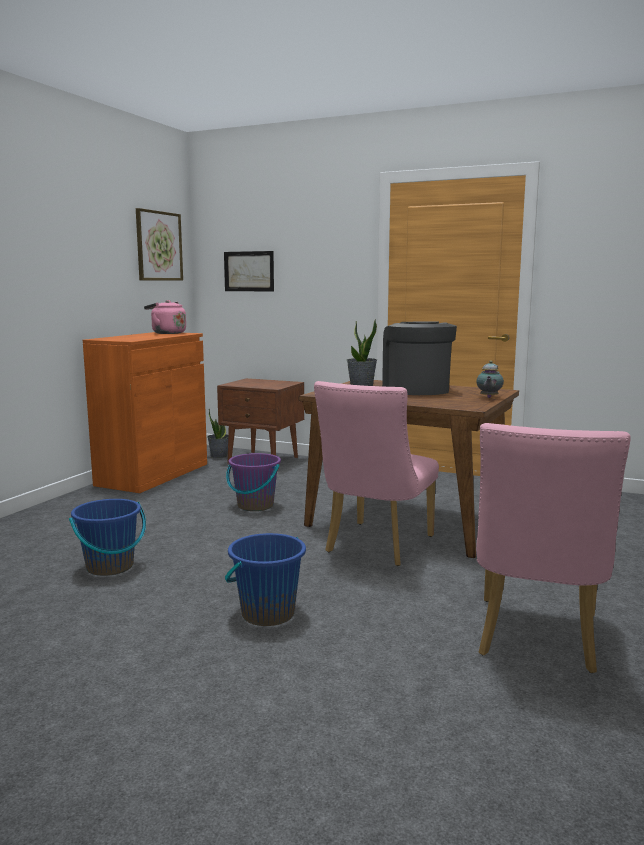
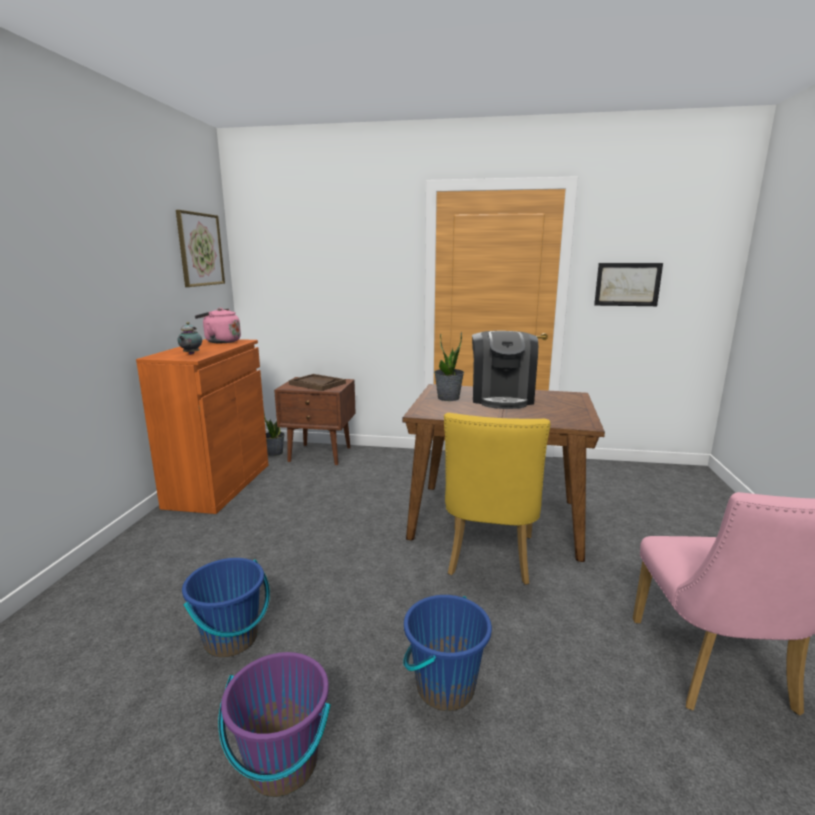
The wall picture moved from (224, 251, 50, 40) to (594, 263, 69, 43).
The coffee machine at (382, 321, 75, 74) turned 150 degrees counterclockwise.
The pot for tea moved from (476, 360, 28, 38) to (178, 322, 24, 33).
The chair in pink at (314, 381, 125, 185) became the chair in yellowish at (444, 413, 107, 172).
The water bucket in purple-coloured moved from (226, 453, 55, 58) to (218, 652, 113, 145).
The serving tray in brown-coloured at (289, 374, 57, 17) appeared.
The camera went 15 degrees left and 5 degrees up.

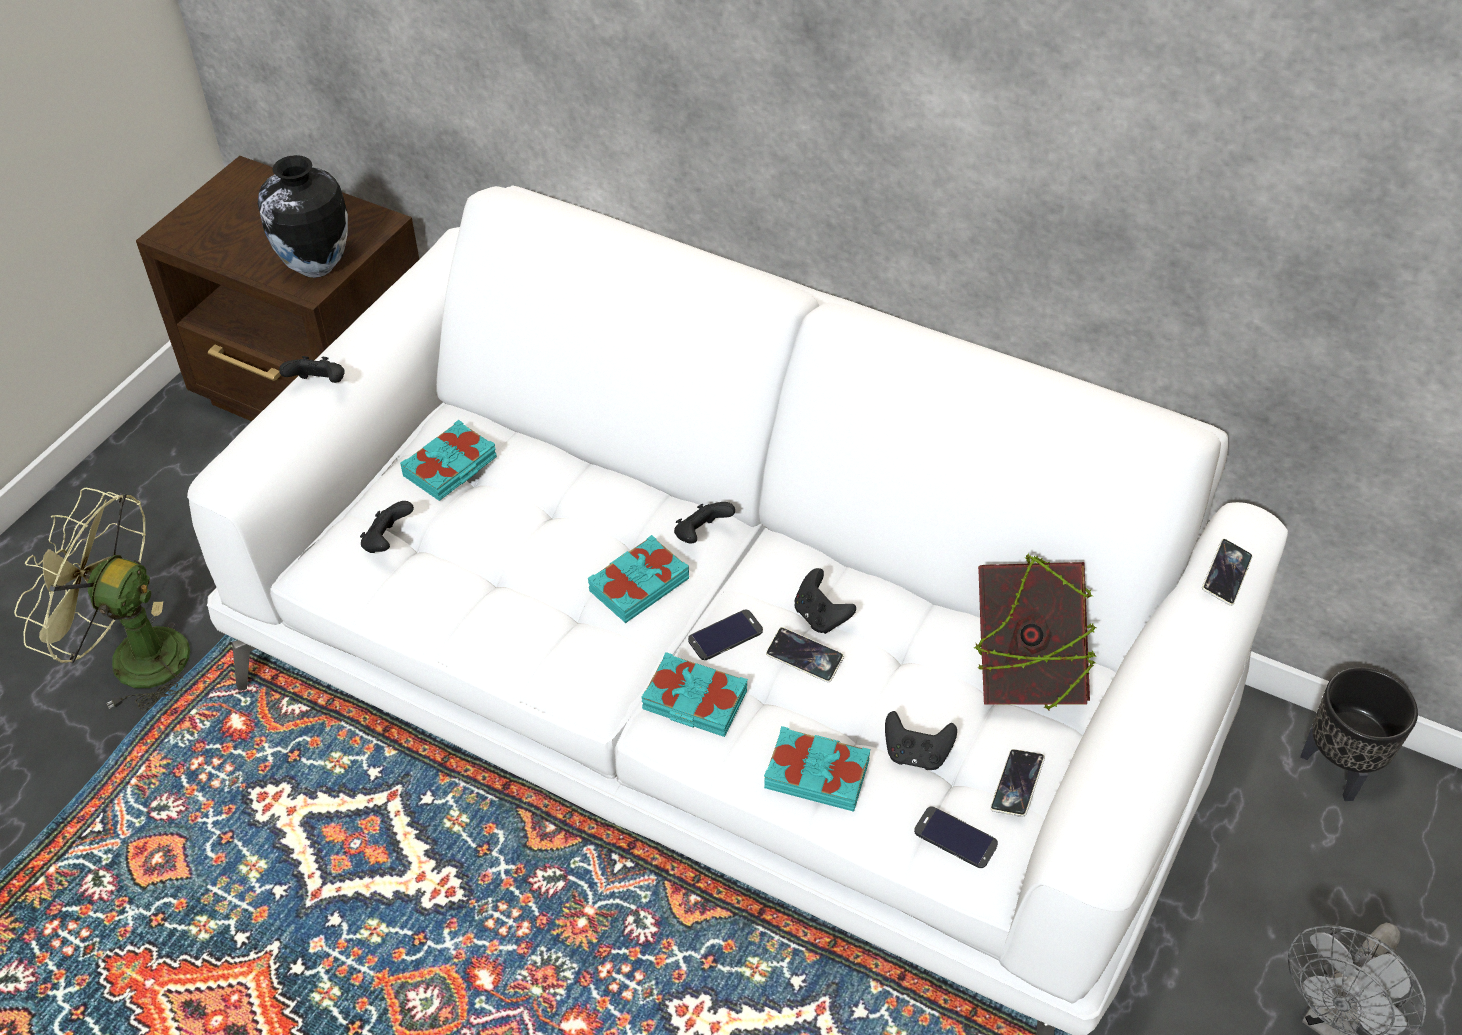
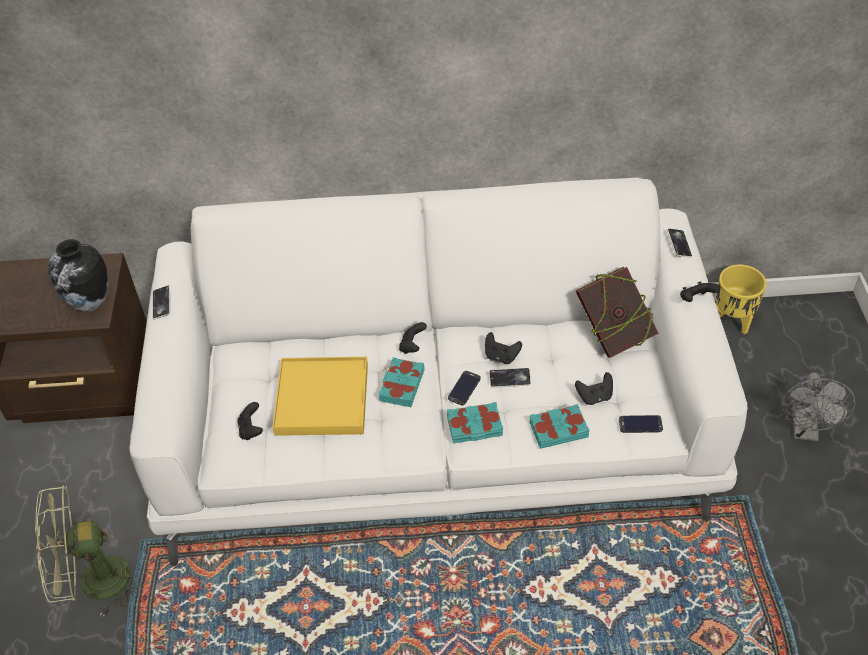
The game controller in black-coloured moved from (279, 356, 66, 27) to (680, 281, 40, 21).
The bound book in turquoise at (400, 420, 97, 81) disappeared.
The plant pot in black-coloured at (1300, 667, 118, 134) became the plant pot in yellowish at (716, 264, 51, 71).
The handset moved from (990, 749, 55, 68) to (152, 285, 18, 35).
The serving tray in yellowish at (273, 357, 95, 79) appeared.
The camera went 30 degrees left and 0 degrees up.

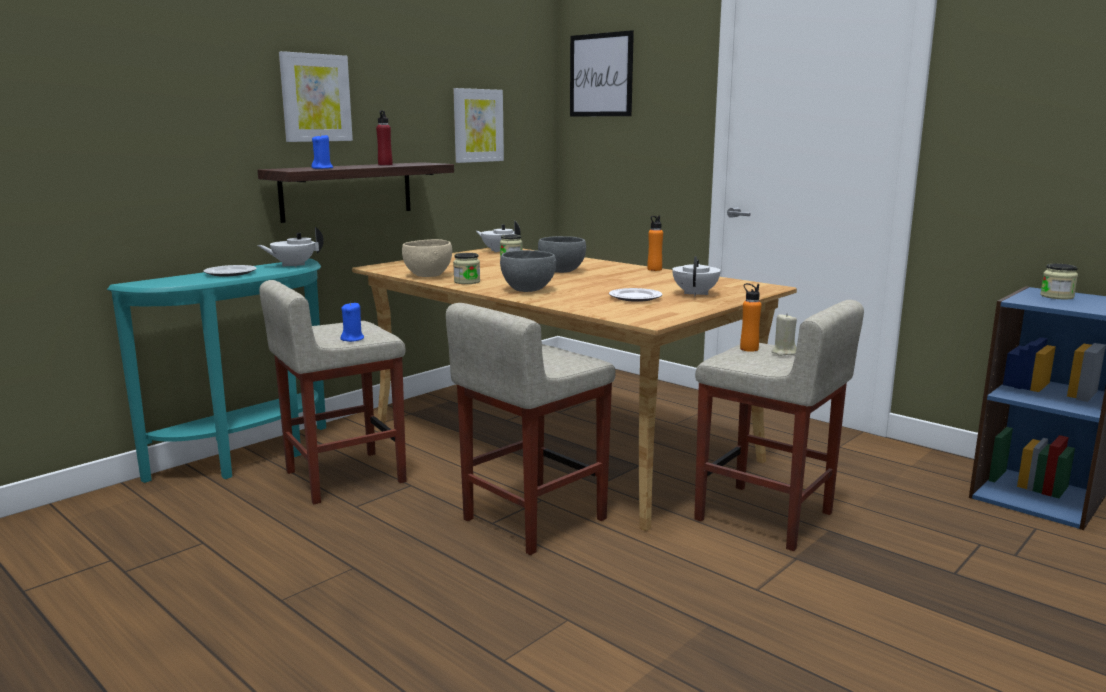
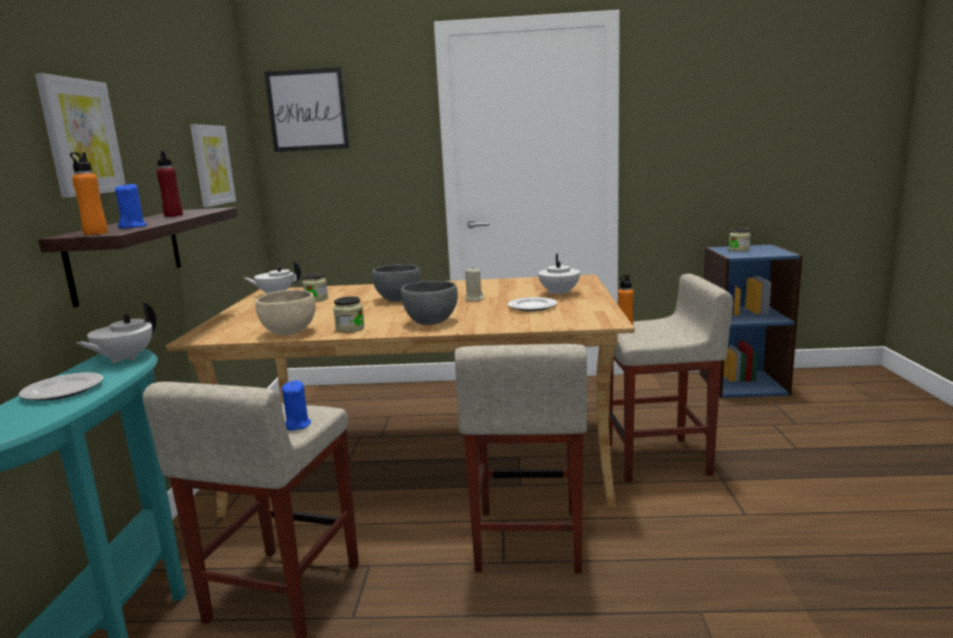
The drink bottle in orangey moved from (647, 215, 16, 56) to (70, 152, 38, 83).
The pot for tea in whitish at (672, 256, 49, 40) turned 150 degrees counterclockwise.
The wax candle in sand-coloured moved from (771, 314, 26, 42) to (465, 269, 19, 33).
The camera went 40 degrees left and 0 degrees up.

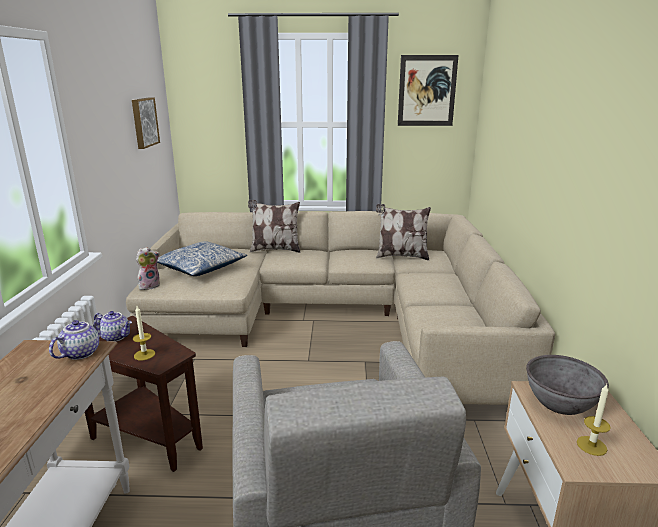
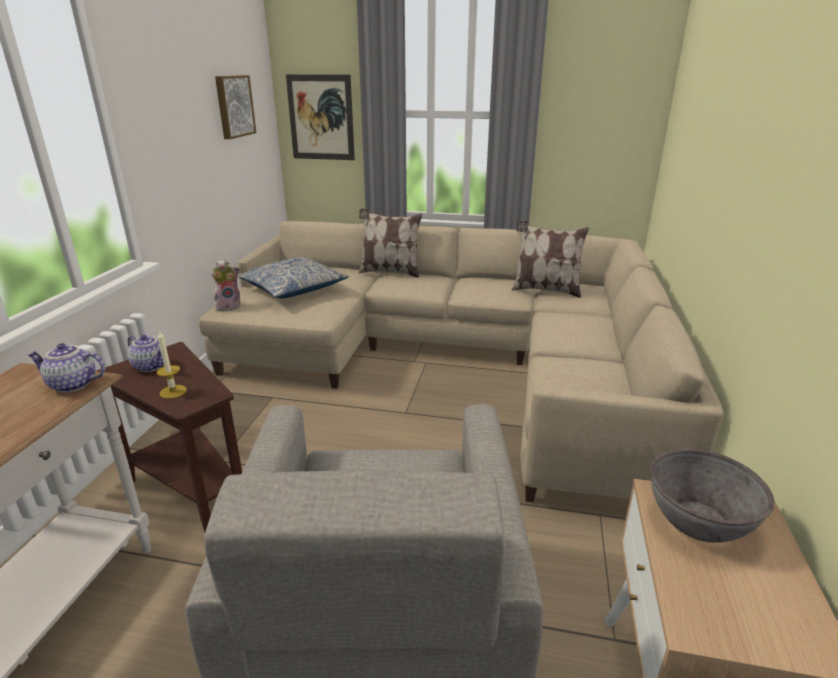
The wall picture moved from (398, 55, 61, 71) to (286, 74, 69, 86).
The pot for tea at (49, 316, 53, 44) turned 120 degrees counterclockwise.
The wax candle at (577, 384, 34, 72) disappeared.
The camera went 10 degrees right and 5 degrees up.

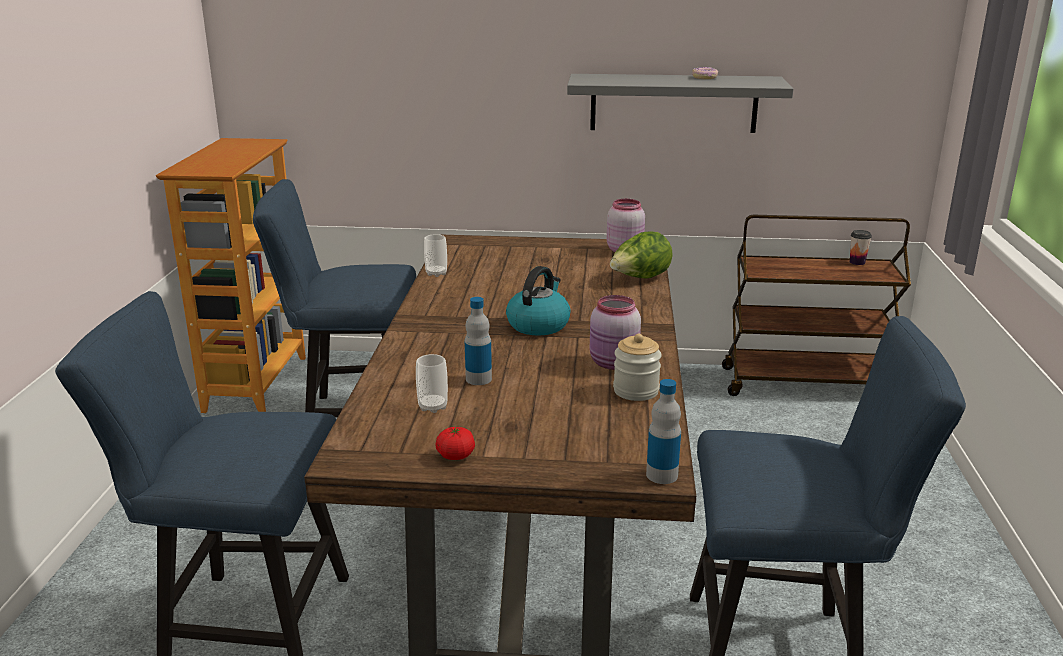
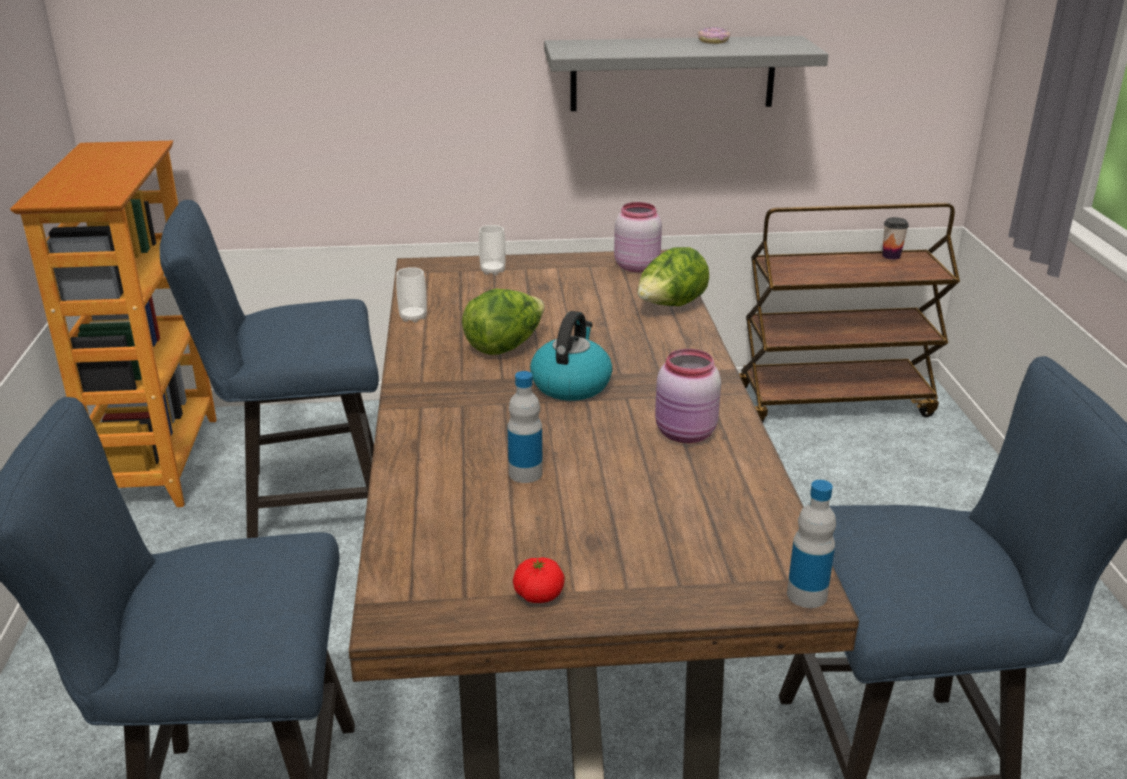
The storage jar at (613, 334, 49, 67) disappeared.
The small cup moved from (416, 354, 32, 59) to (479, 225, 27, 50).
The lettuce head at (462, 289, 83, 66) appeared.
The camera went 10 degrees left and 5 degrees up.

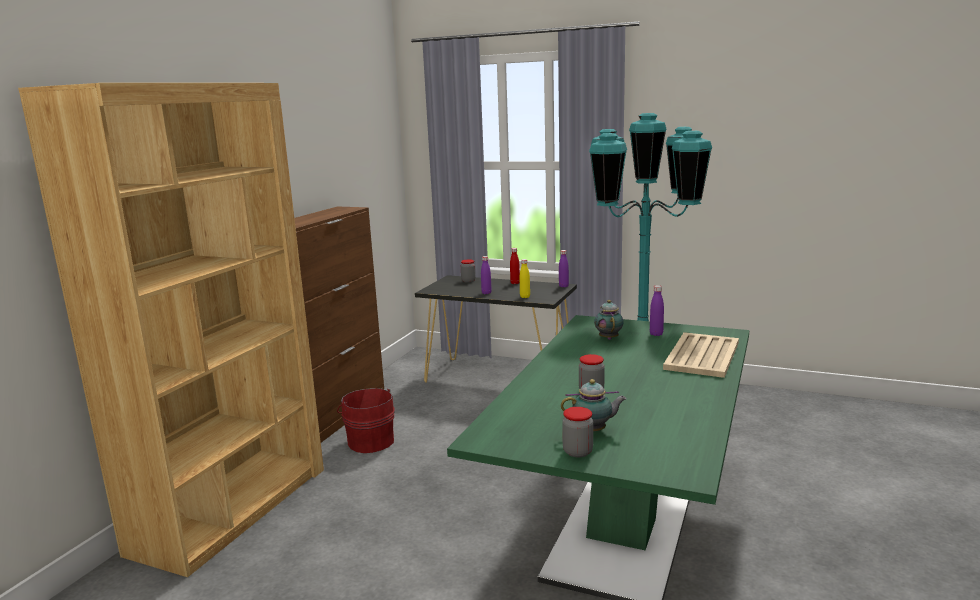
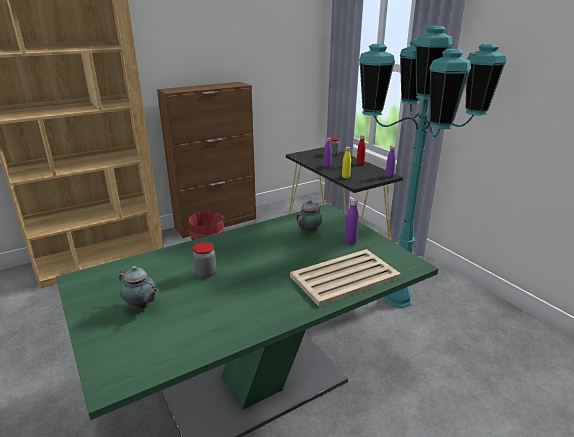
The storage jar at (562, 407, 31, 50) disappeared.
The camera went 35 degrees right and 10 degrees up.

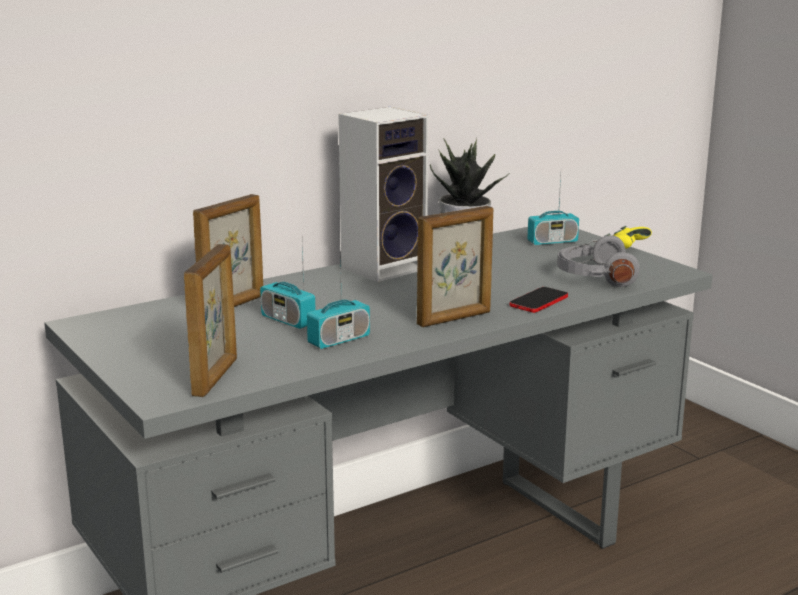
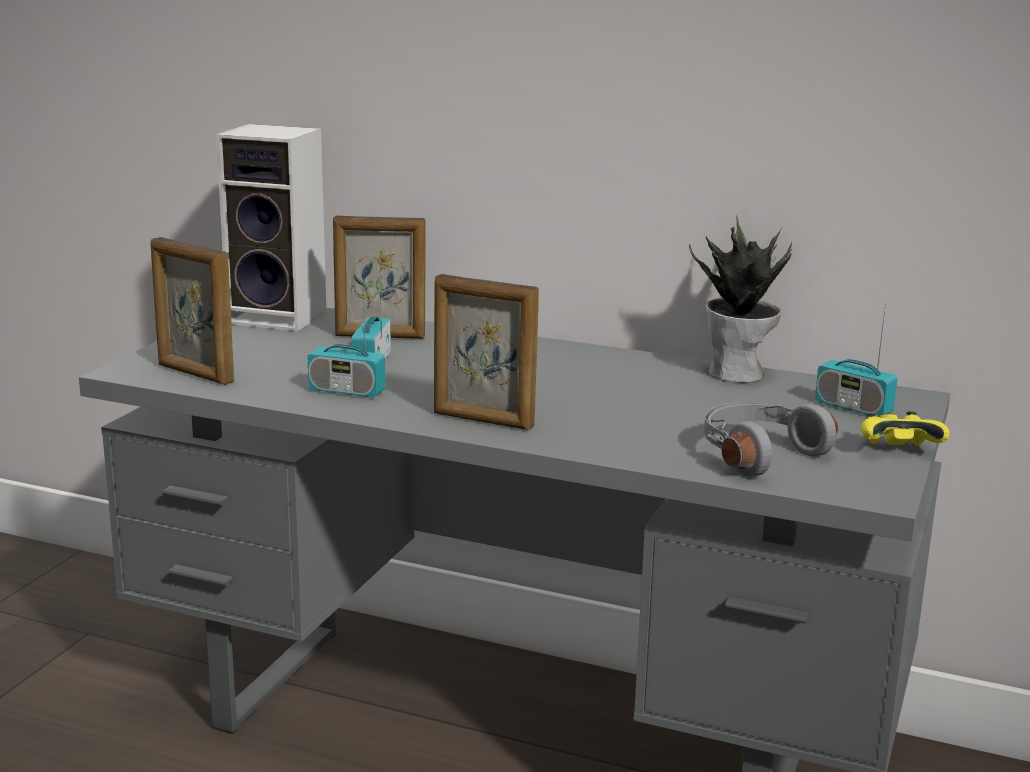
The audio speaker moved from (338, 107, 90, 175) to (216, 124, 110, 207).
The picture frame at (184, 244, 53, 153) turned 60 degrees clockwise.
The handset at (510, 287, 58, 26) disappeared.
The camera went 55 degrees right and 0 degrees up.

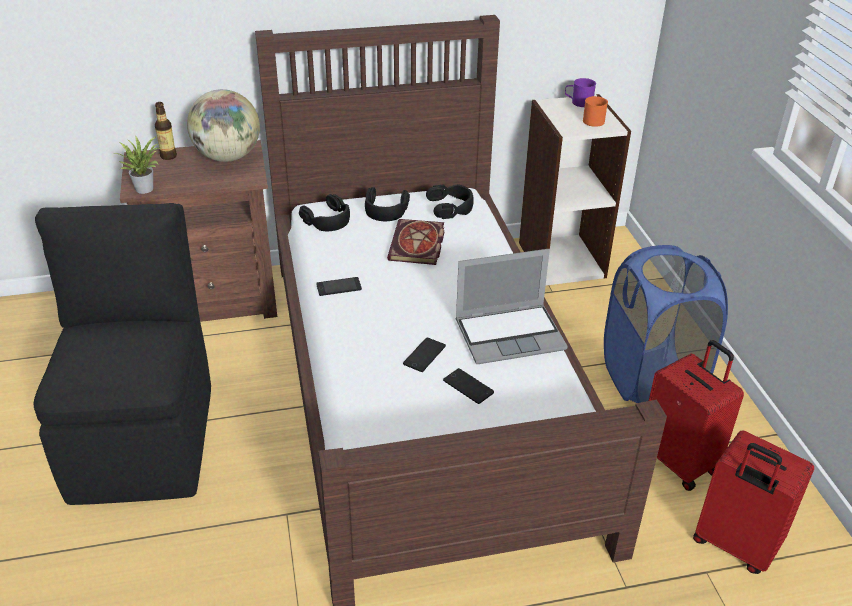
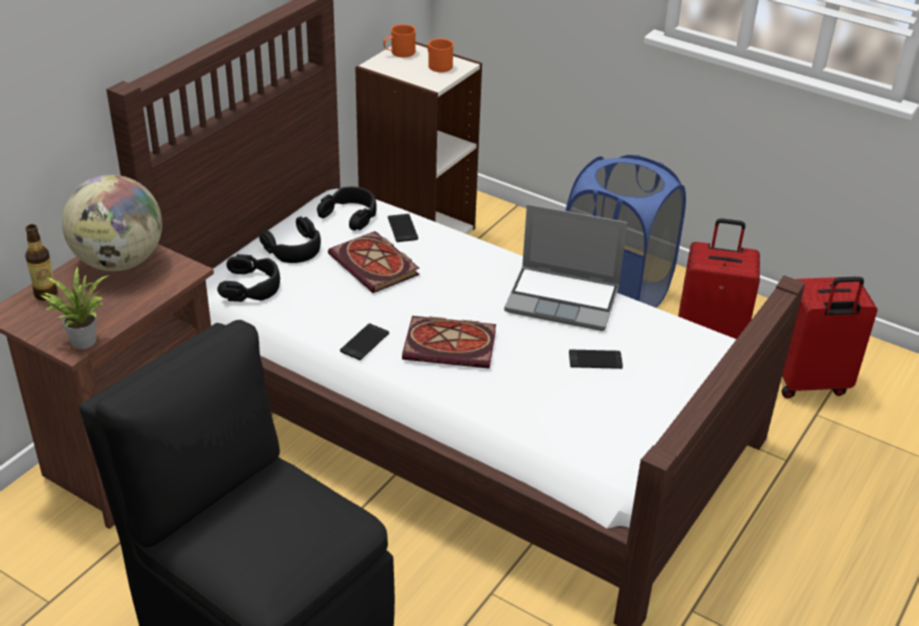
The tea mug in purple-coloured at (565, 78, 31, 29) became the tea mug in orangey at (384, 24, 32, 33).
The laptop at (456, 249, 112, 115) turned 75 degrees clockwise.
The handset moved from (403, 337, 43, 35) to (388, 214, 30, 28).
The bound book at (402, 316, 94, 53) appeared.
The camera went 45 degrees left and 0 degrees up.

